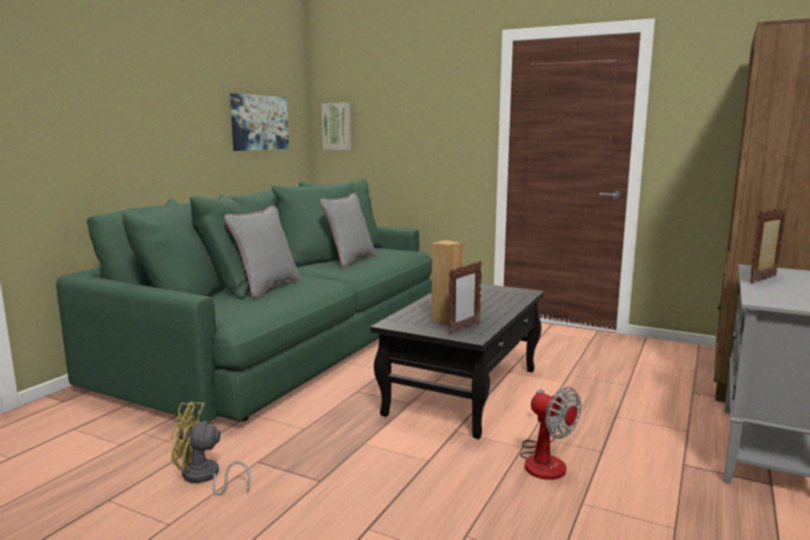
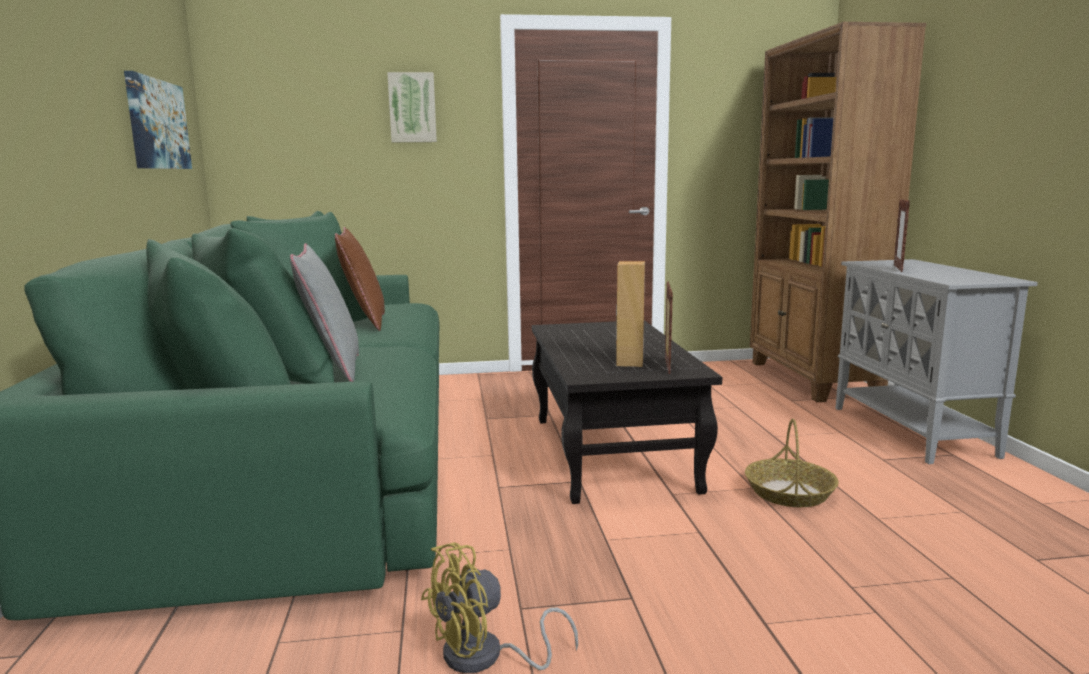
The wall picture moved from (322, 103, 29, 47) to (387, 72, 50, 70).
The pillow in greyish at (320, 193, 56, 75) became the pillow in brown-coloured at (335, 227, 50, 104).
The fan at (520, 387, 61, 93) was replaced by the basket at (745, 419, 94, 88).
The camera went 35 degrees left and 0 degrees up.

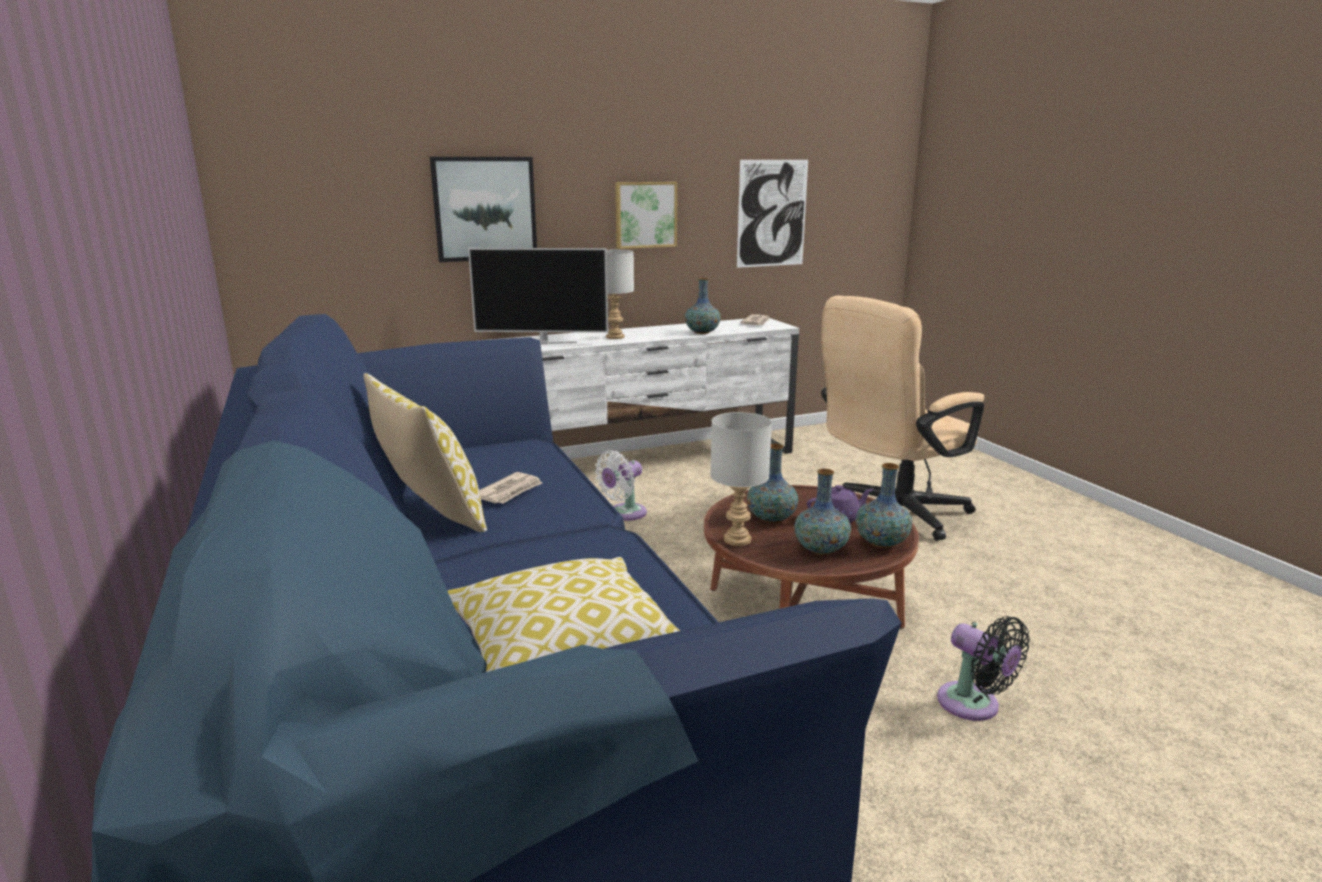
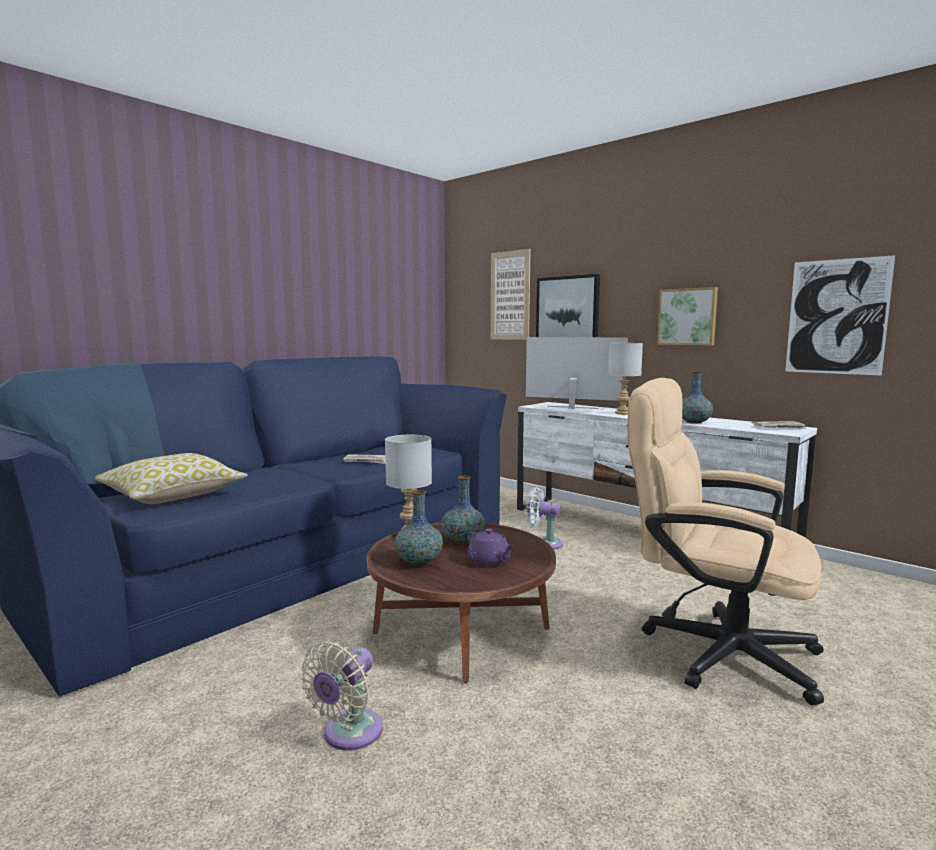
The TV set at (468, 248, 140, 96) turned 135 degrees clockwise.
The pillow at (363, 373, 124, 159) disappeared.
The vase at (856, 463, 56, 85) disappeared.
The fan in black-coloured at (937, 616, 93, 105) became the fan in sand-coloured at (300, 641, 83, 110).
The wall picture at (491, 249, 40, 91) appeared.
The camera went 65 degrees right and 10 degrees down.

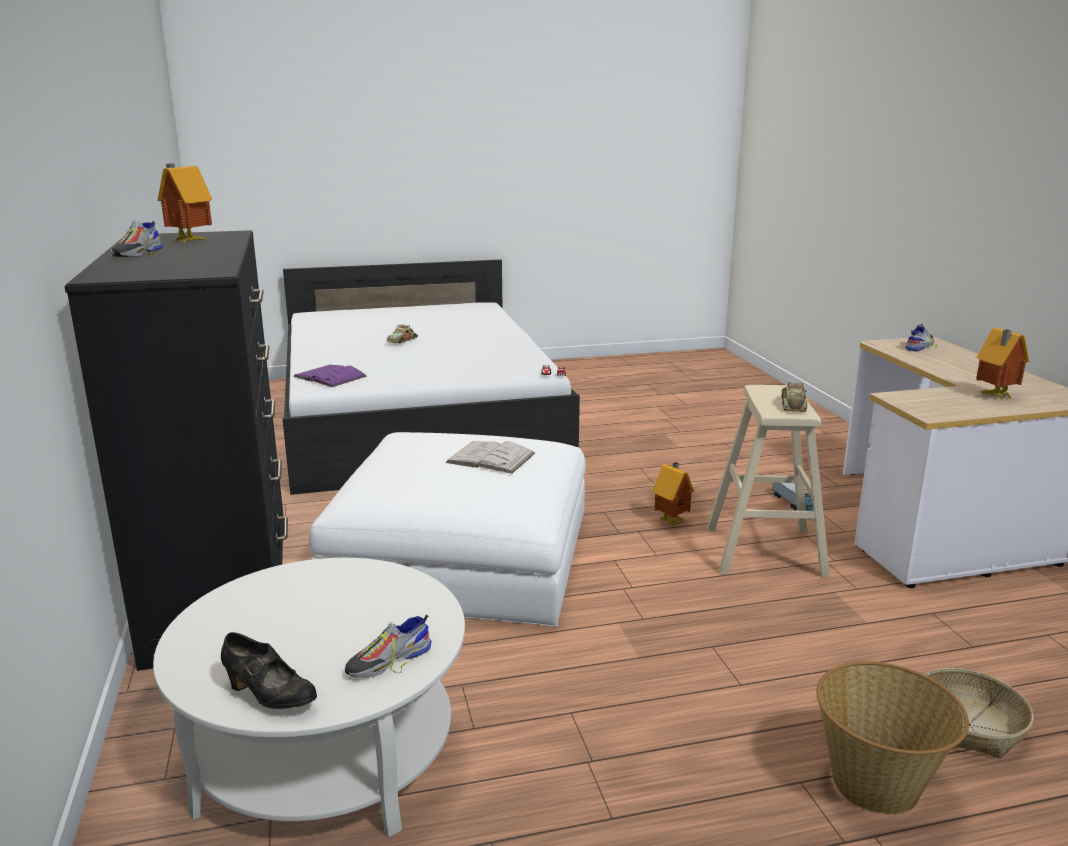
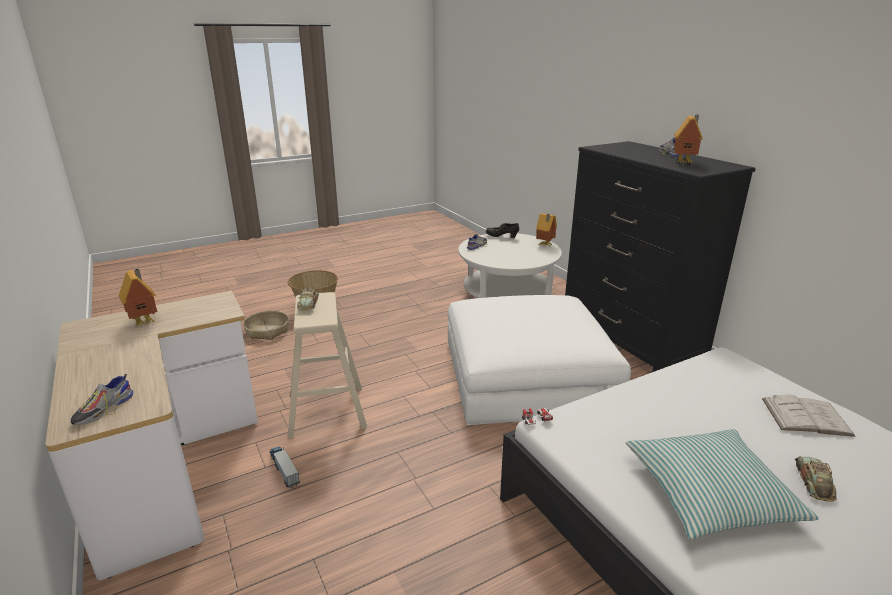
The bound book in purple-coloured at (293, 365, 74, 22) disappeared.
The bound book in whitish moved from (446, 441, 89, 33) to (762, 395, 93, 42).
The toy house moved from (653, 462, 41, 64) to (536, 213, 21, 34).
The pillow at (626, 429, 193, 110) appeared.
The camera went 165 degrees right and 5 degrees up.

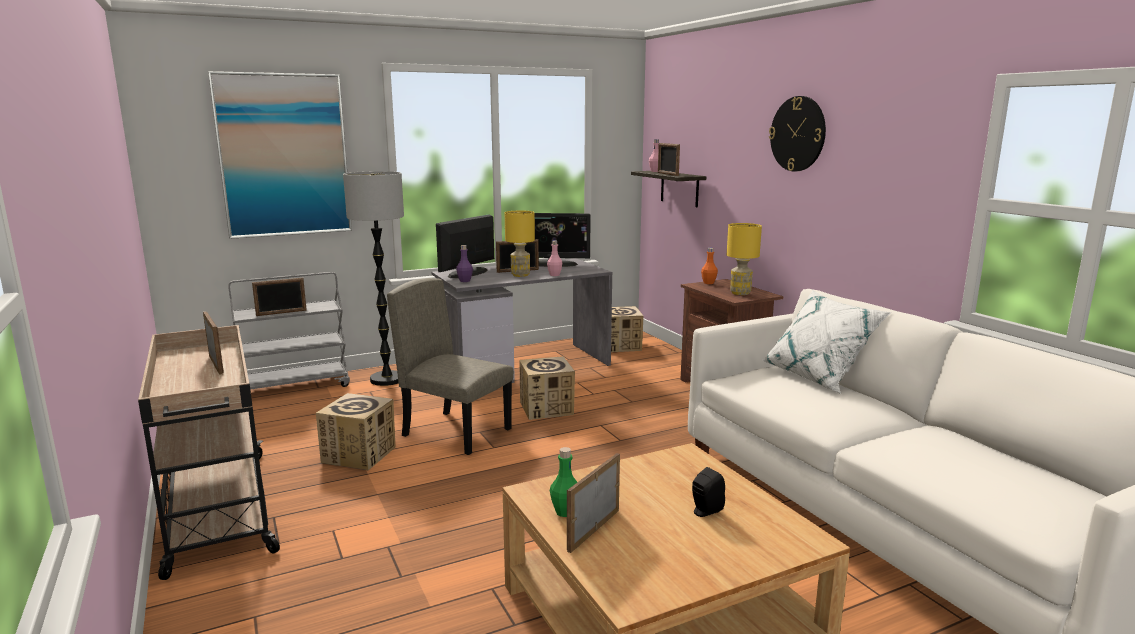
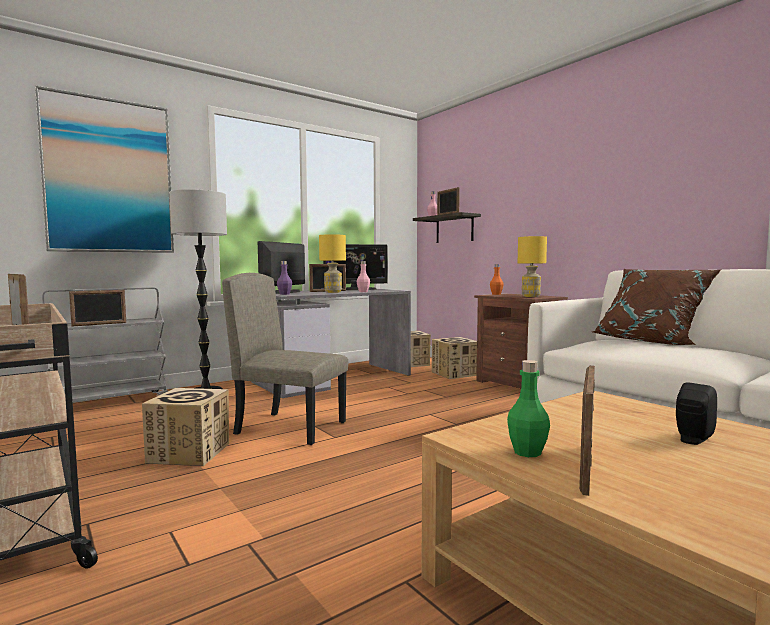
The clock on the wall at (769, 96, 57, 75) disappeared.
The pillow in whitish at (763, 290, 128, 104) became the pillow in brown-coloured at (592, 269, 129, 76).
The cardboard box moved from (519, 356, 56, 64) to (432, 337, 45, 42).
The camera went 10 degrees left and 10 degrees down.

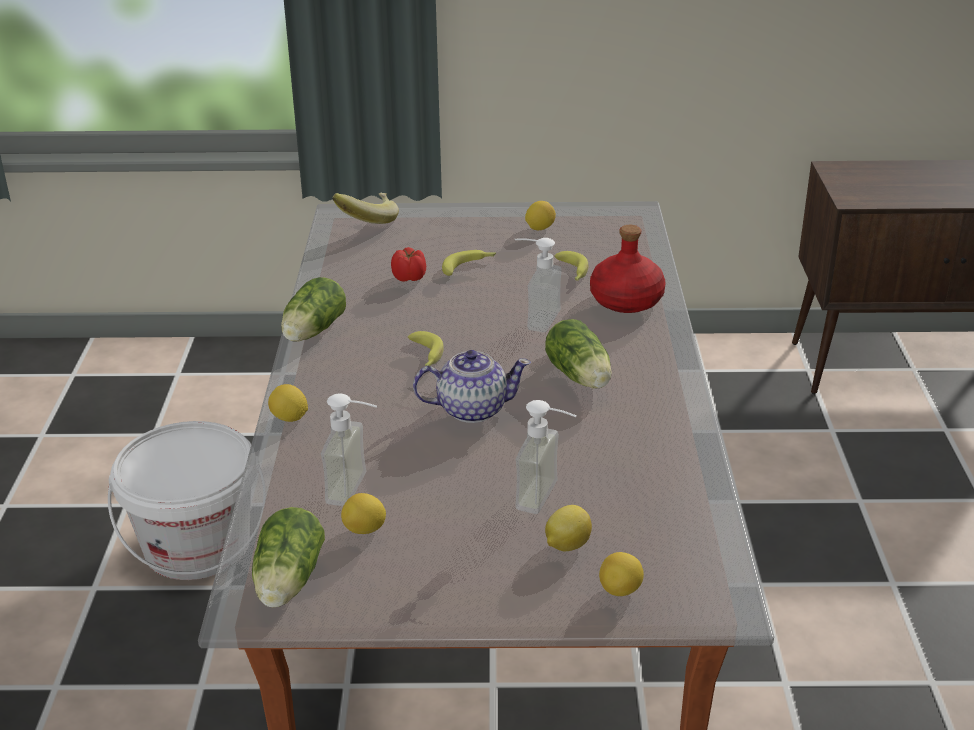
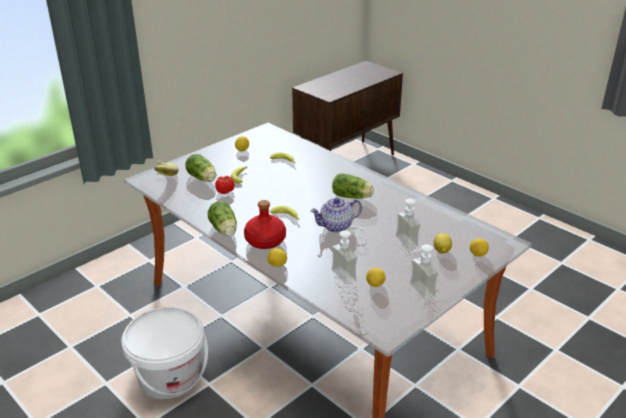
The drink bottle in red-coloured moved from (590, 225, 76, 88) to (244, 200, 42, 49).
The soap bottle moved from (515, 238, 47, 94) to (410, 244, 28, 56).
The pot for tea at (413, 350, 118, 73) turned 150 degrees counterclockwise.
The lettuce head moved from (252, 507, 73, 100) to (185, 154, 31, 28).
The camera went 45 degrees left and 0 degrees up.

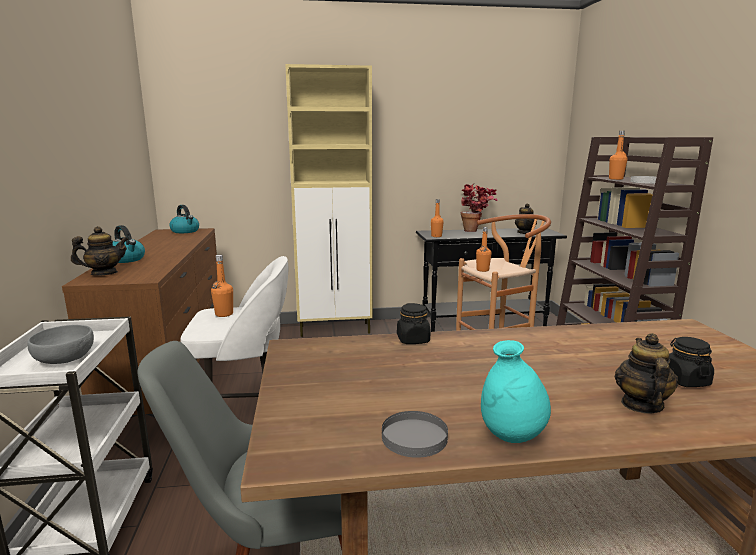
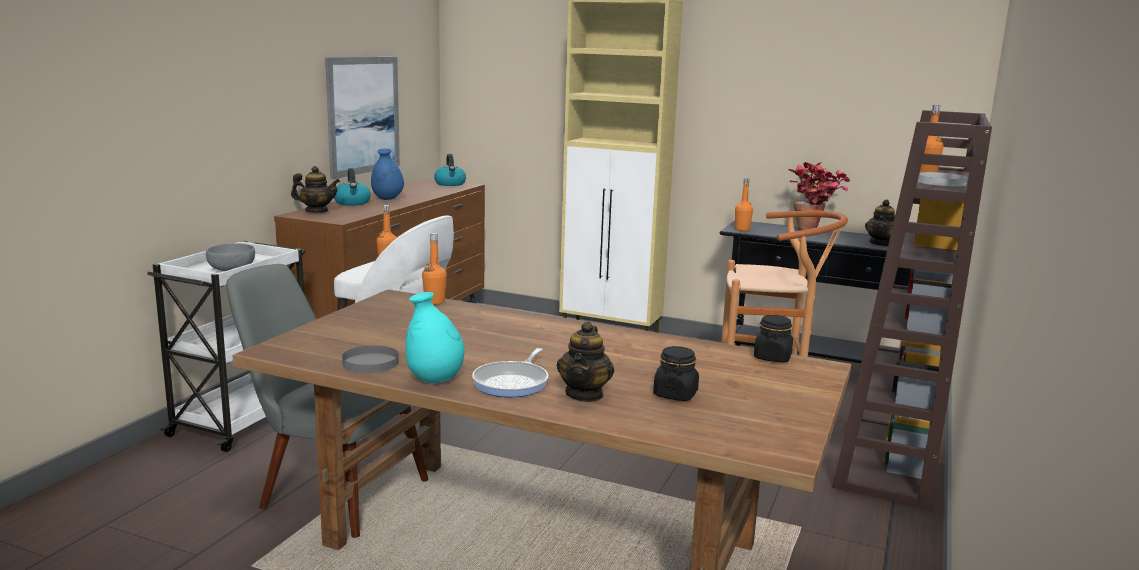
The drink bottle in orangey moved from (476, 227, 16, 45) to (422, 233, 25, 72).
The storage jar in black-coloured moved from (397, 303, 34, 41) to (754, 315, 39, 47).
The pot for tea at (615, 333, 64, 80) turned 150 degrees clockwise.
The wall picture at (325, 57, 75, 122) appeared.
The vase in blue-coloured at (371, 148, 33, 52) appeared.
The frying pan at (472, 348, 76, 49) appeared.
The camera went 30 degrees right and 0 degrees up.

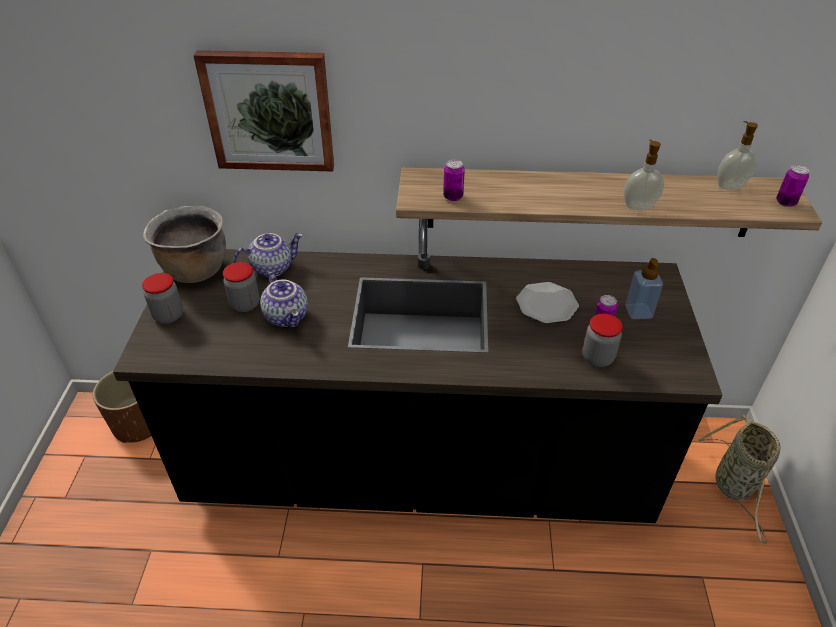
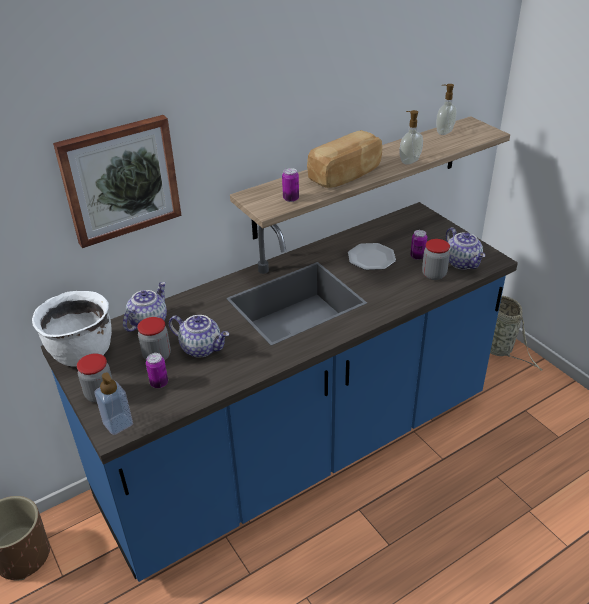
The sealed can moved from (776, 165, 33, 42) to (146, 353, 22, 35).
The stockpot in brown-coloured at (143, 206, 83, 77) became the stockpot in whitish at (32, 291, 80, 76).
The kitchen base unit in black-coloured at (113, 219, 610, 304) became the kitchen base unit in blue-coloured at (41, 202, 477, 380).
The soap bottle moved from (625, 258, 38, 61) to (94, 373, 39, 62).
The bread at (307, 130, 75, 58) appeared.
The pot for tea at (446, 227, 40, 43) appeared.
The camera went 35 degrees left and 5 degrees down.

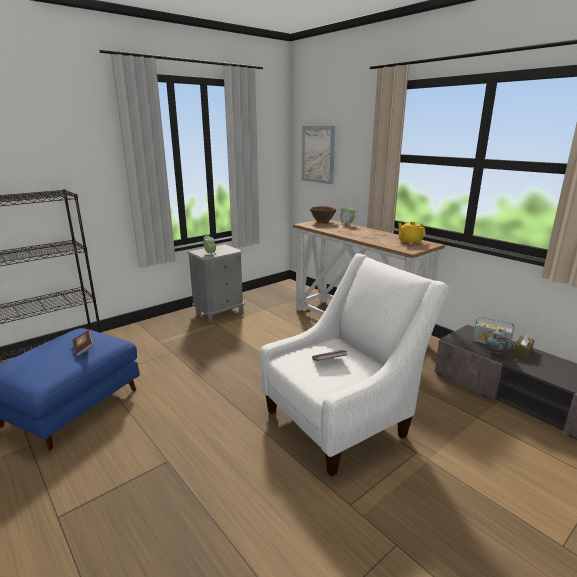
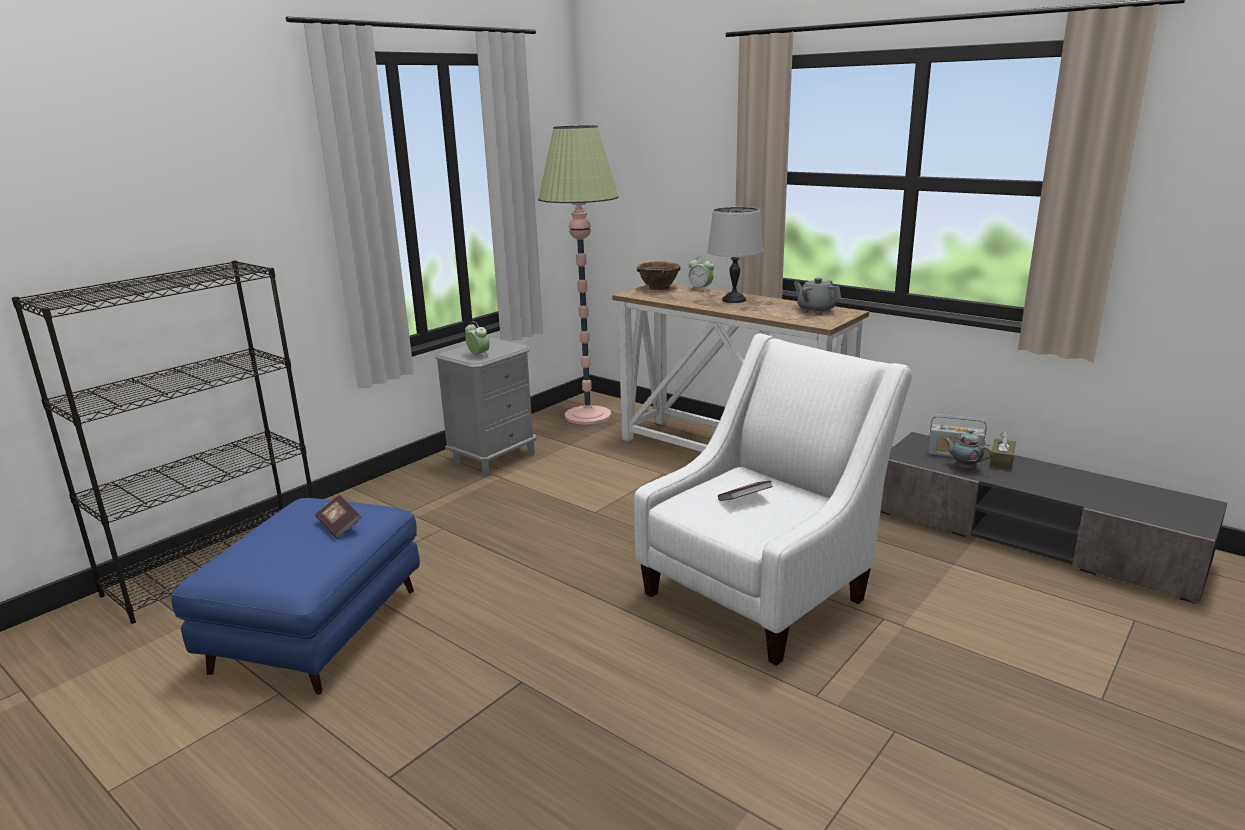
The wall picture at (302, 126, 33, 58) disappeared.
The pot for tea in yellowish at (398, 221, 28, 24) became the pot for tea in greyish at (794, 278, 47, 37).
The standing lamp at (538, 125, 81, 300) appeared.
The lamp for a table in greyish at (707, 207, 57, 96) appeared.
The camera went 10 degrees left and 0 degrees up.

